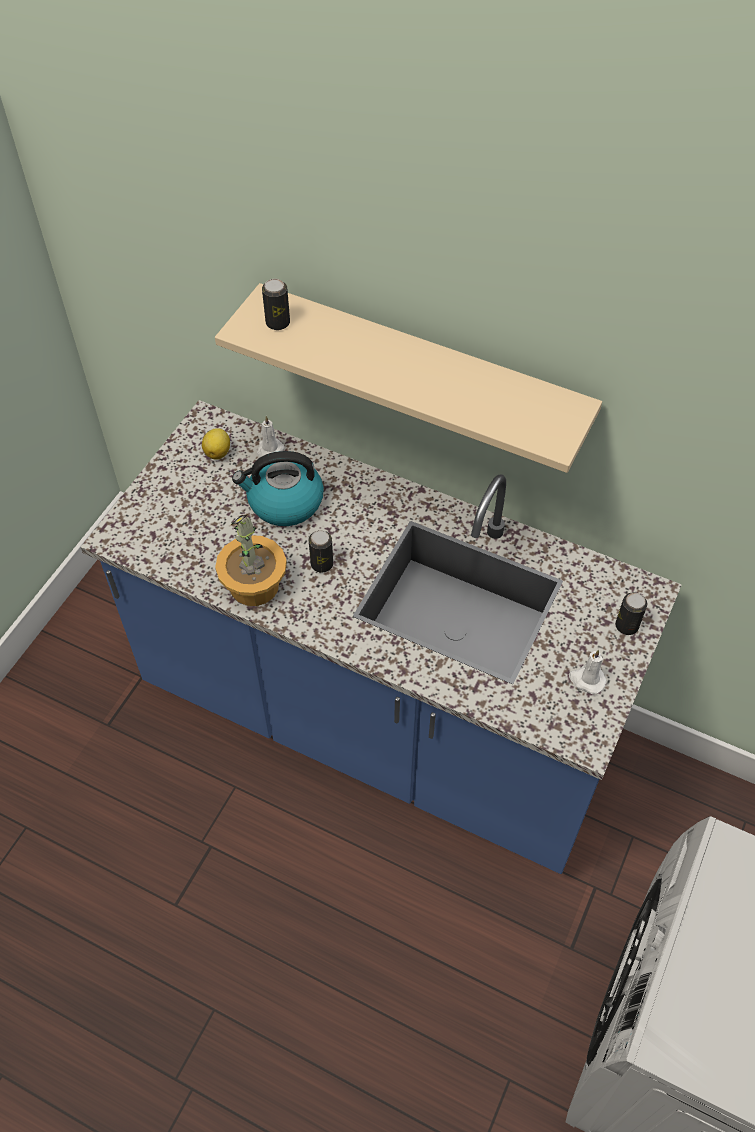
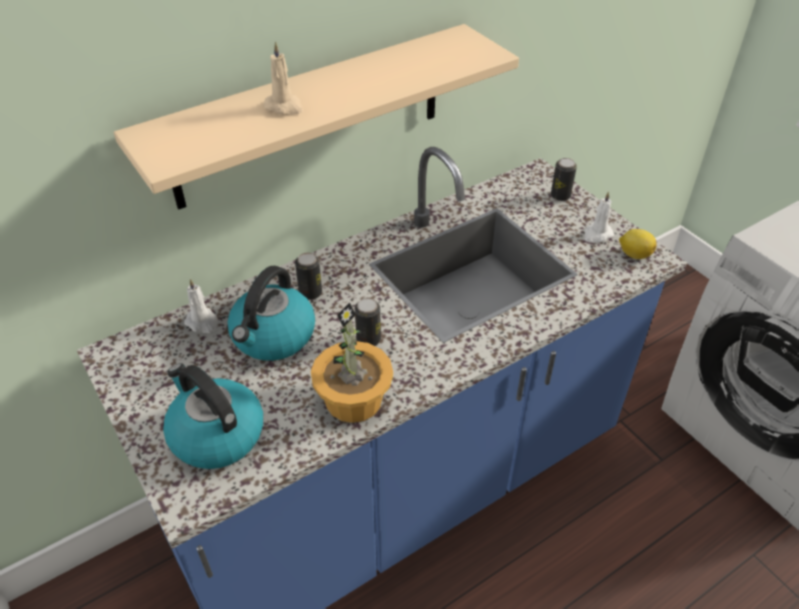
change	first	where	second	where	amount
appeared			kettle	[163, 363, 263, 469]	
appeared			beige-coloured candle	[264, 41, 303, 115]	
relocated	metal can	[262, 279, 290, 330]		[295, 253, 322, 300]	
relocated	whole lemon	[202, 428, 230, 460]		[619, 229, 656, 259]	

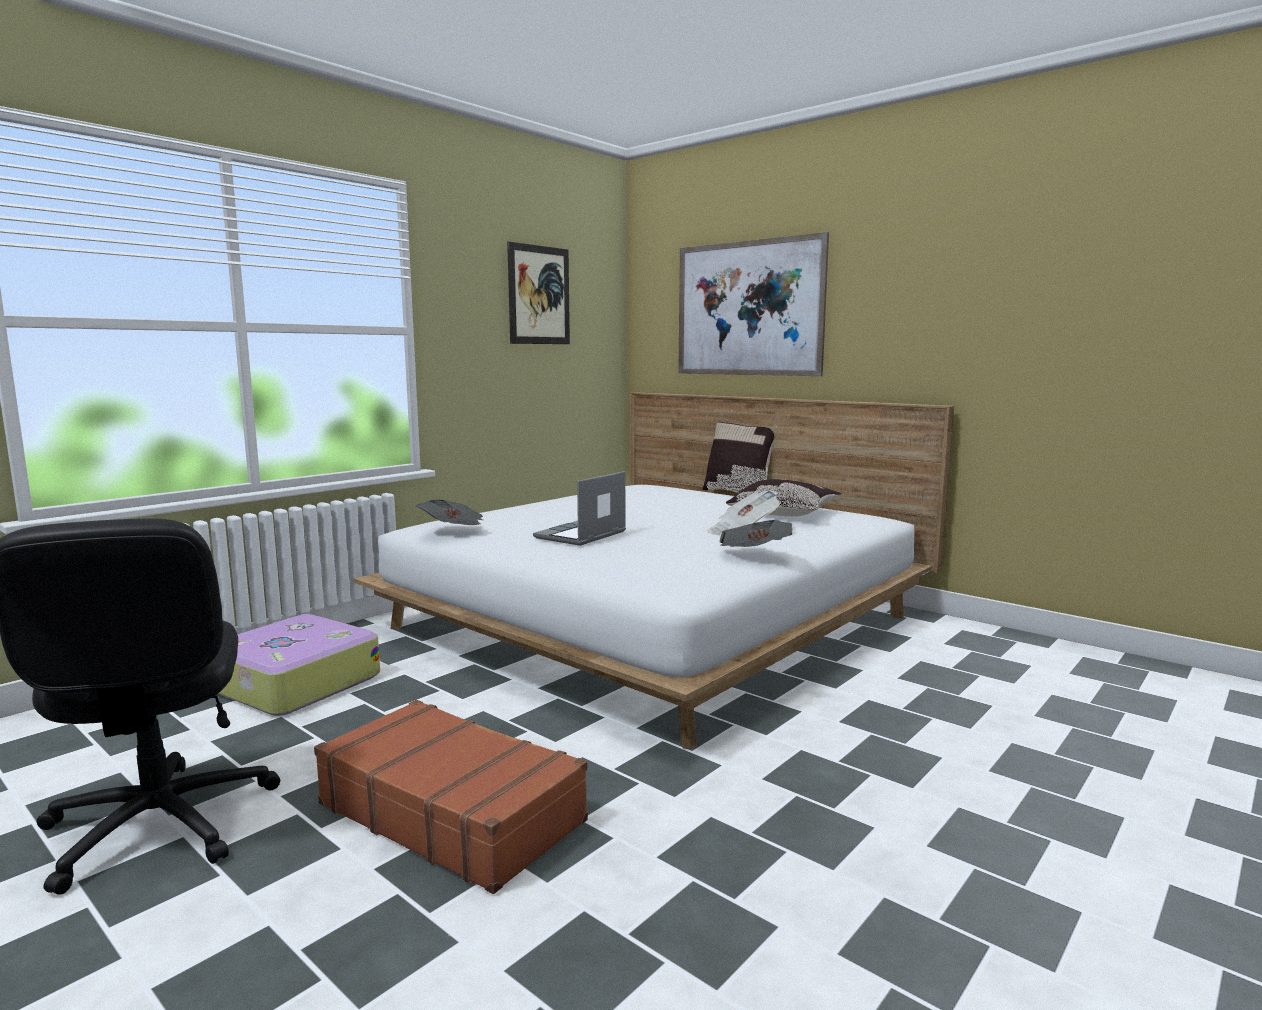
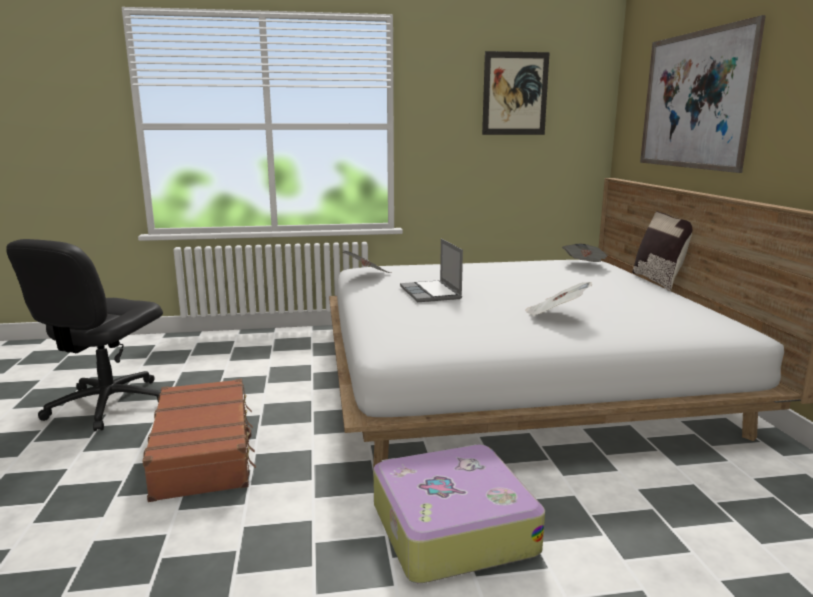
change	first	where	second	where	amount
relocated	suitcase	[218, 614, 380, 716]		[373, 444, 545, 583]	
spun	laptop	[533, 471, 626, 546]		[400, 239, 463, 302]	90 degrees counterclockwise
relocated	newspaper	[720, 520, 793, 547]		[562, 244, 608, 262]	
missing	throw pillow	[726, 479, 841, 516]			

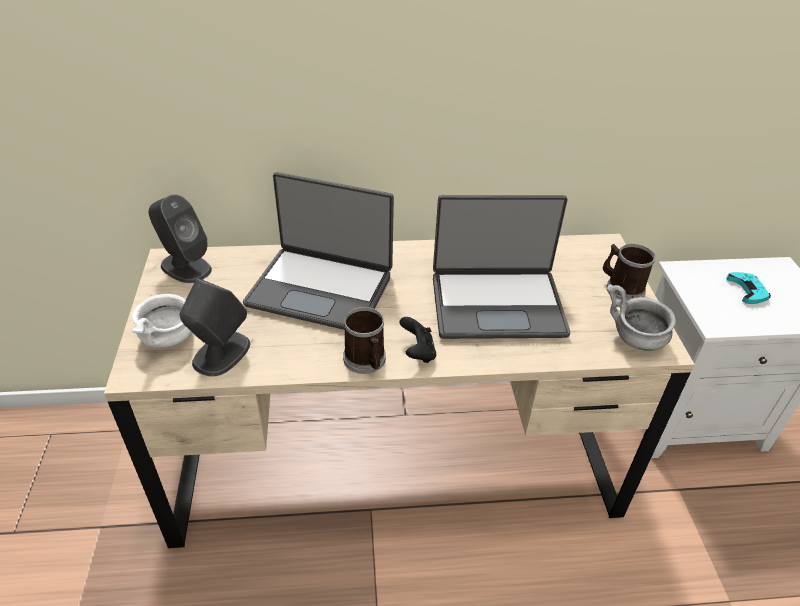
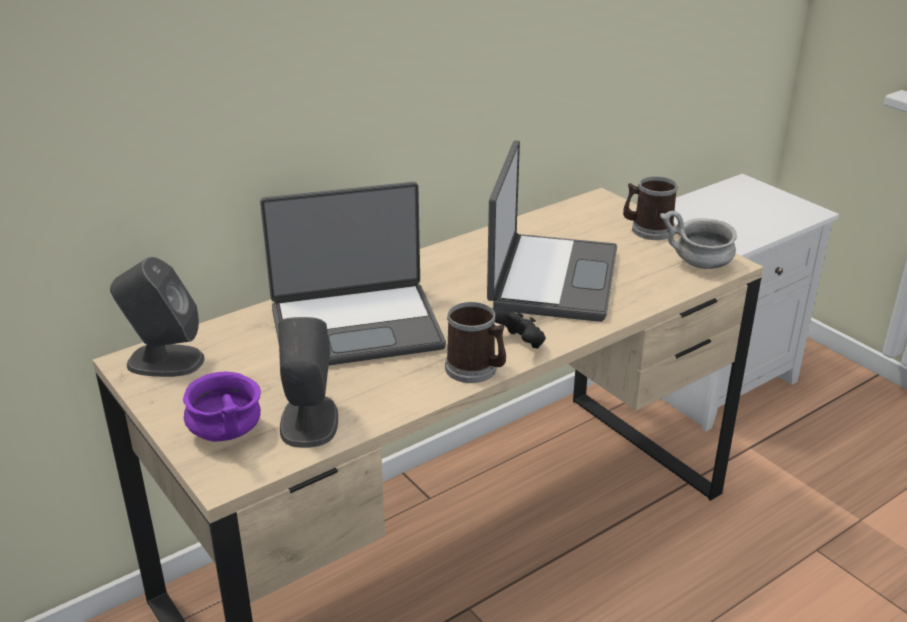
change	first	where	second	where	amount
colour	whitish bowl	[132, 294, 191, 347]	purple-coloured bowl	[183, 372, 261, 442]	
spun	laptop	[433, 195, 570, 339]		[487, 140, 617, 322]	45 degrees counterclockwise
missing	turquoise-coloured game controller	[726, 272, 771, 304]			

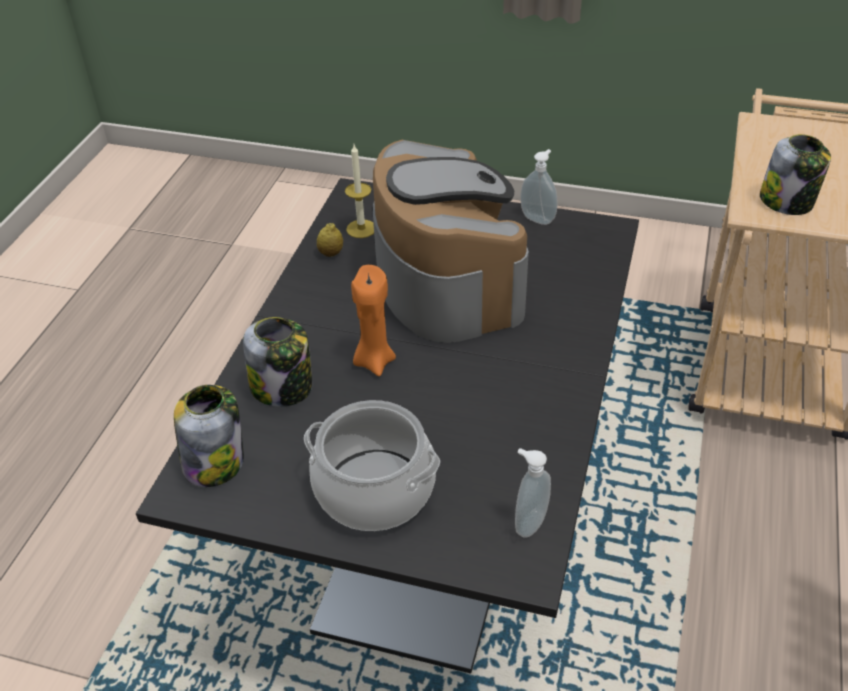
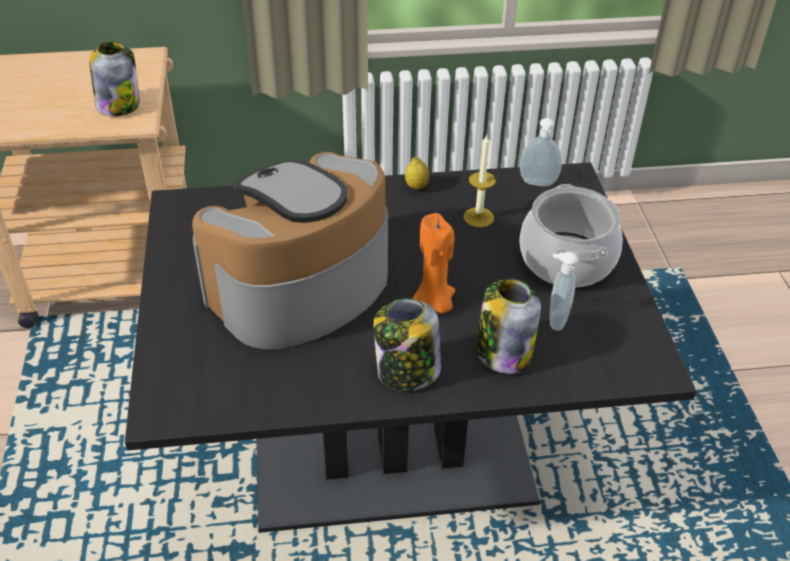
change	first	where	second	where	amount
relocated	storage jar	[174, 385, 244, 487]		[373, 298, 441, 391]	
relocated	whole lemon	[317, 223, 343, 257]		[405, 157, 430, 190]	
relocated	candle	[345, 145, 374, 238]		[464, 134, 496, 227]	
relocated	soap dispenser	[520, 149, 558, 225]		[549, 252, 578, 331]	

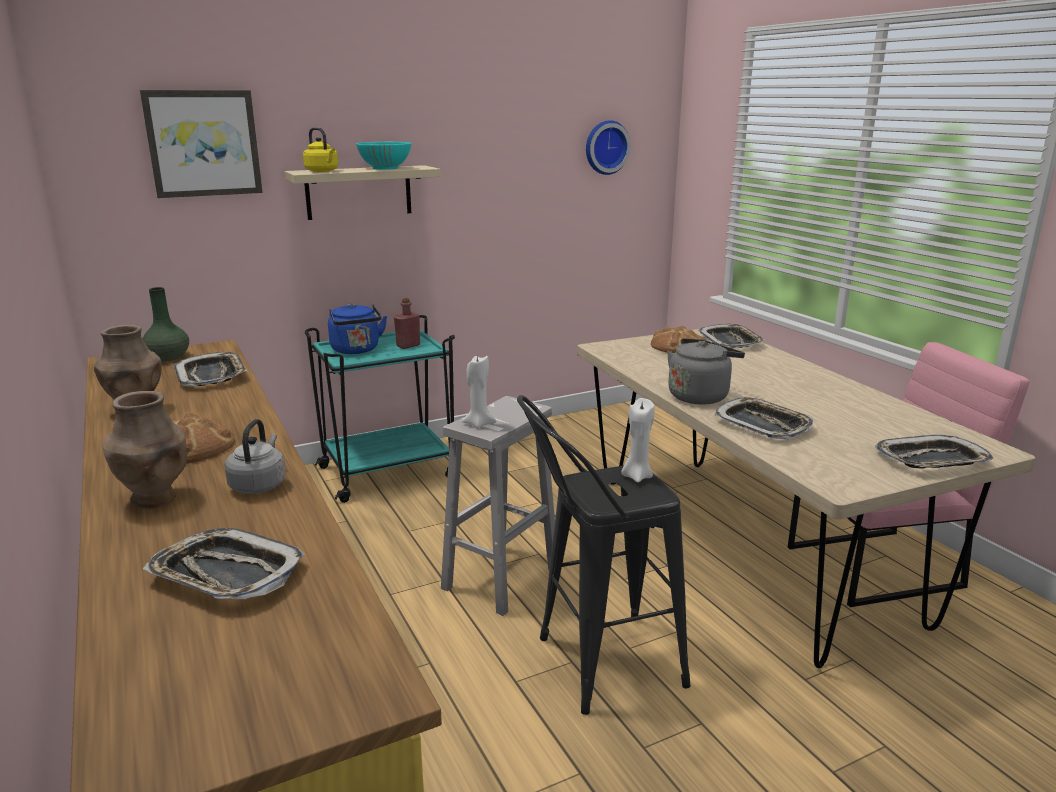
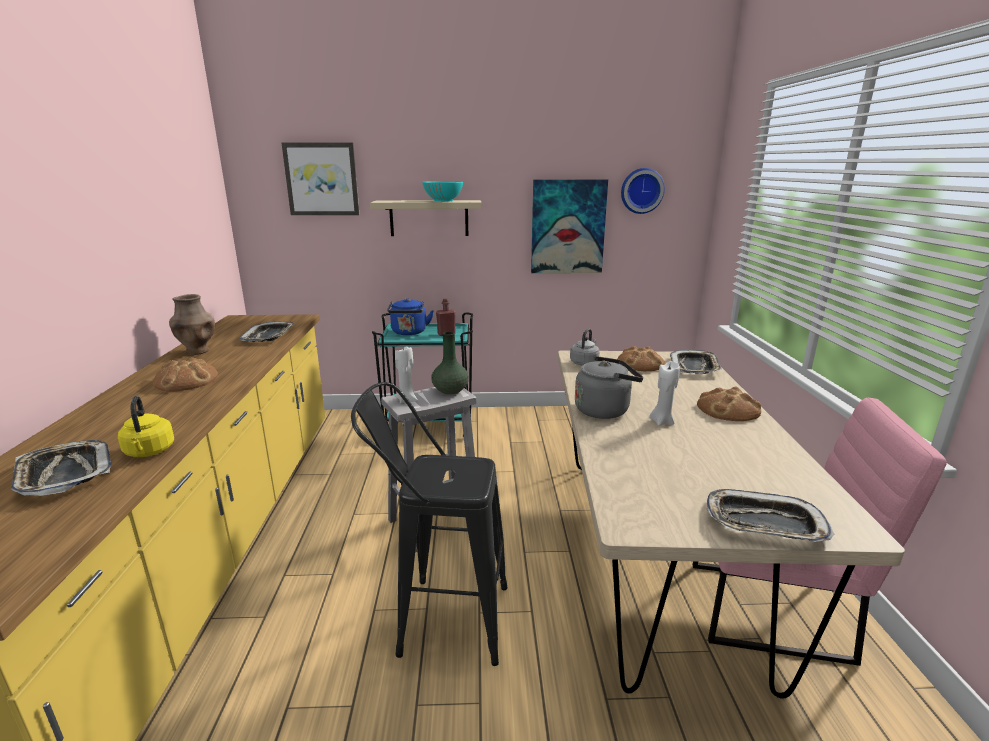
change	first	where	second	where	amount
relocated	yellow kettle	[303, 127, 338, 172]		[118, 396, 174, 457]	
relocated	green decorative vase	[142, 287, 189, 361]		[431, 332, 469, 395]	
appeared			picture	[531, 179, 608, 273]	
relocated	grey kettle	[225, 419, 286, 494]		[570, 329, 599, 365]	
relocated	whitish candle	[621, 398, 655, 483]		[649, 361, 680, 426]	
appeared			bakery bread	[697, 387, 761, 421]	
missing	brownish decorative vase	[103, 391, 187, 509]			
missing	serving tray	[714, 397, 813, 439]			

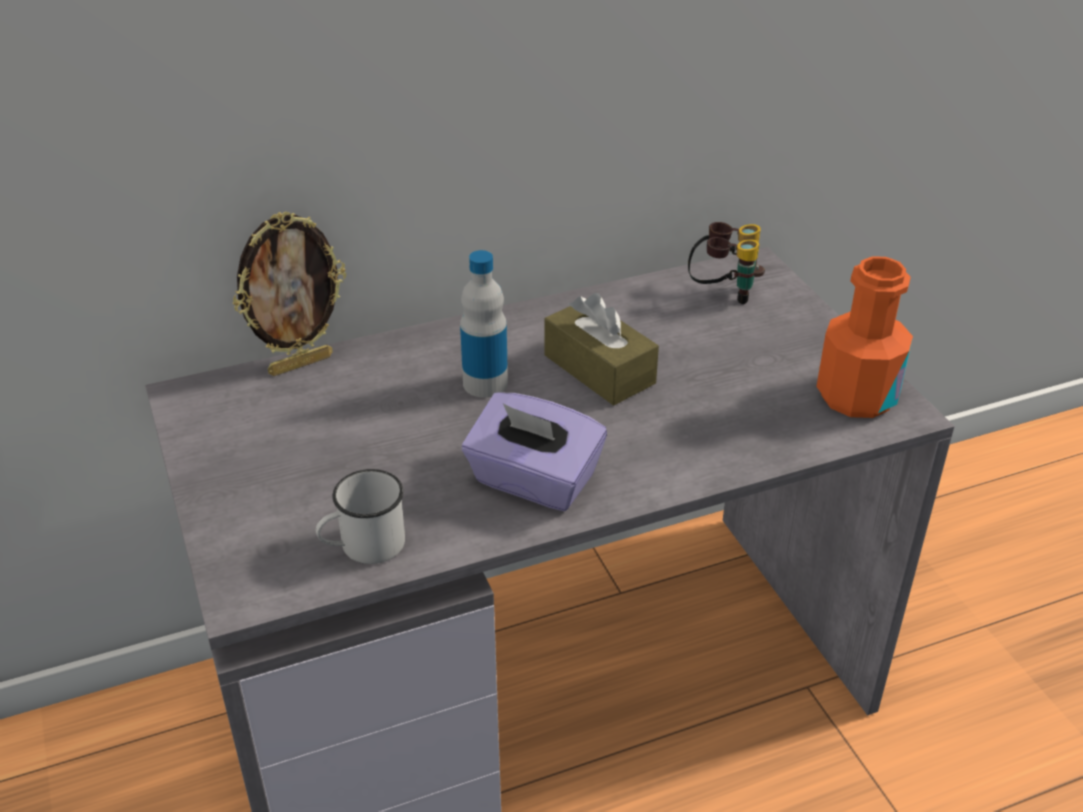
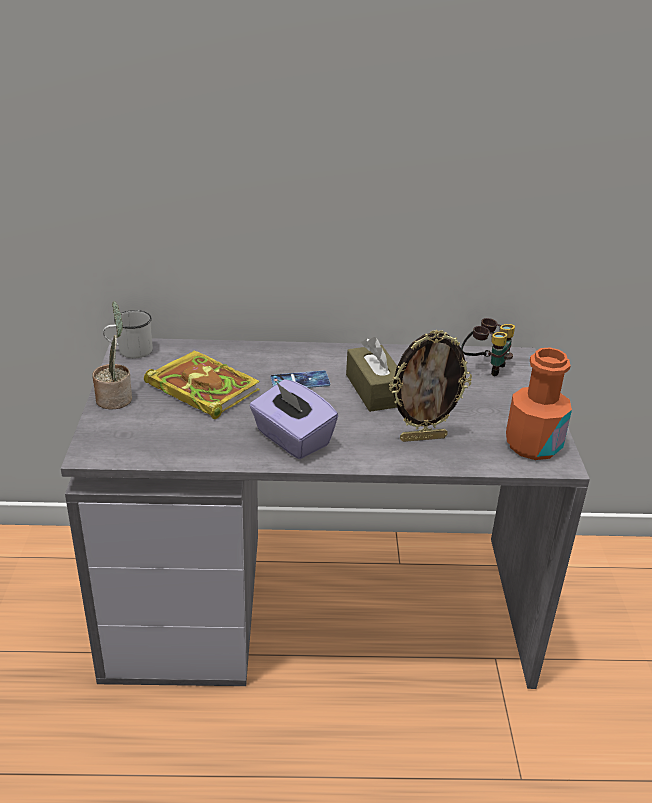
change	first	where	second	where	amount
appeared			plant in a pot	[92, 301, 132, 409]	
relocated	whitish mug	[316, 469, 405, 564]		[103, 310, 153, 358]	
appeared			bound book	[144, 350, 260, 419]	
exchanged	beverage bottle	[460, 250, 508, 398]	phone	[271, 370, 330, 388]	
relocated	standing frame	[233, 212, 346, 376]		[389, 329, 472, 442]	

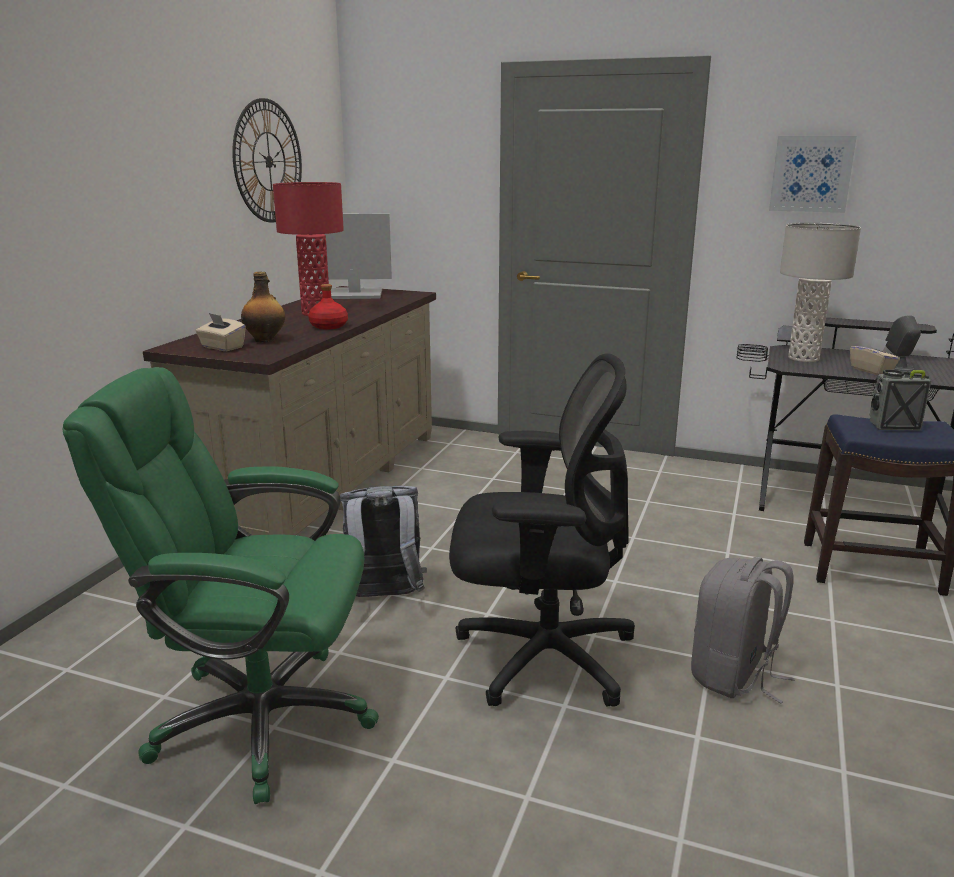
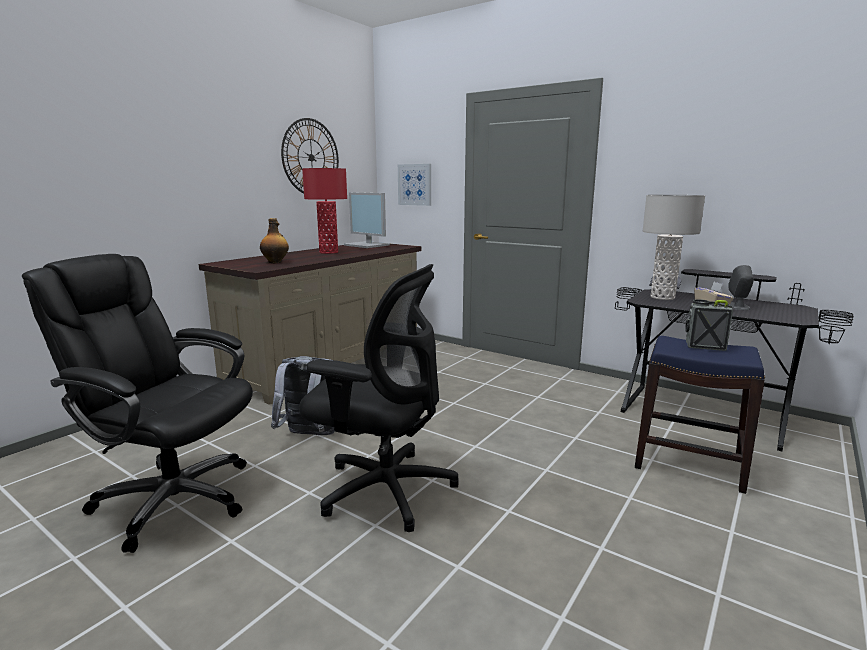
change	first	where	second	where	amount
colour	green desk chair	[63, 367, 379, 804]	blackish desk chair	[22, 254, 253, 553]	
spun	monitor	[313, 213, 392, 299]		[344, 193, 390, 248]	150 degrees counterclockwise
relocated	picture	[769, 136, 857, 213]		[398, 164, 431, 206]	
missing	beige-coloured tissue holder	[196, 313, 246, 351]			
missing	red beverage bottle	[308, 284, 348, 330]			
missing	grey rucksack	[691, 557, 795, 704]			

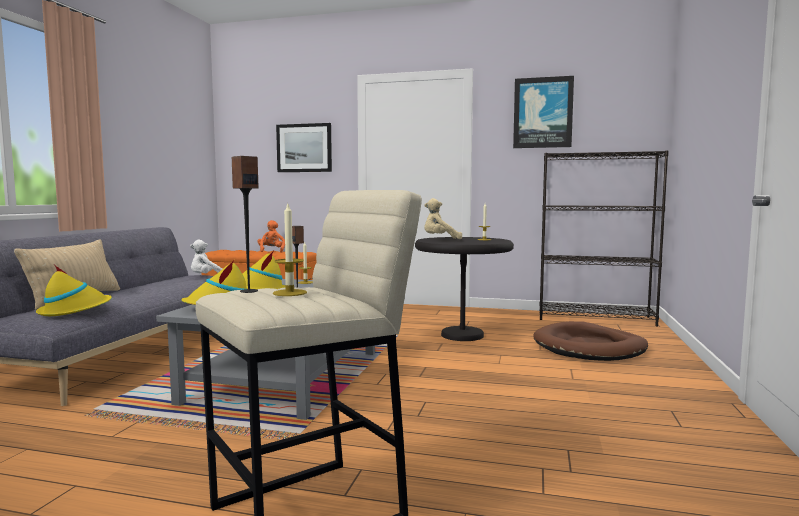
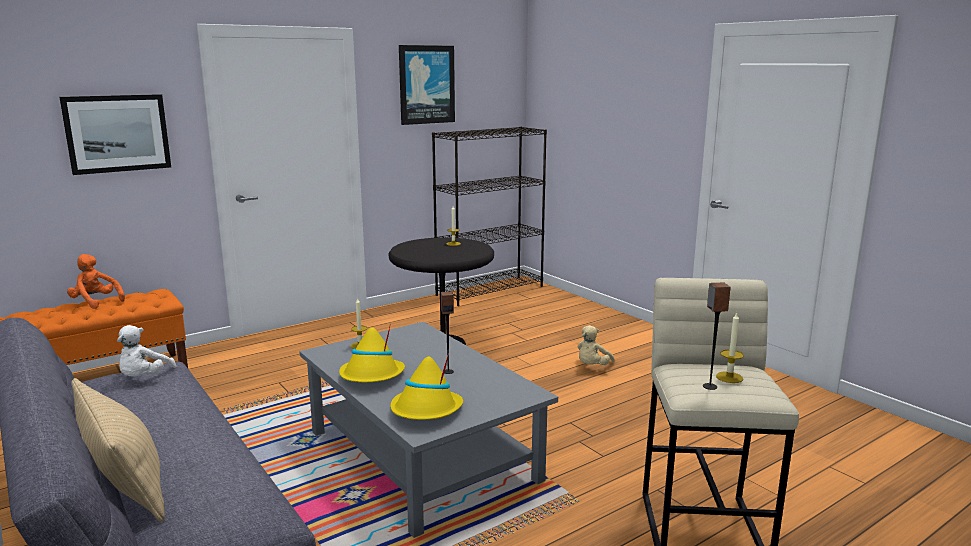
change	first	where	second	where	amount
relocated	beige-coloured soft toy	[424, 198, 462, 239]		[577, 325, 615, 365]	
missing	yellow wearable hat	[36, 265, 112, 316]			
missing	brownish pet bed	[533, 321, 648, 361]			

